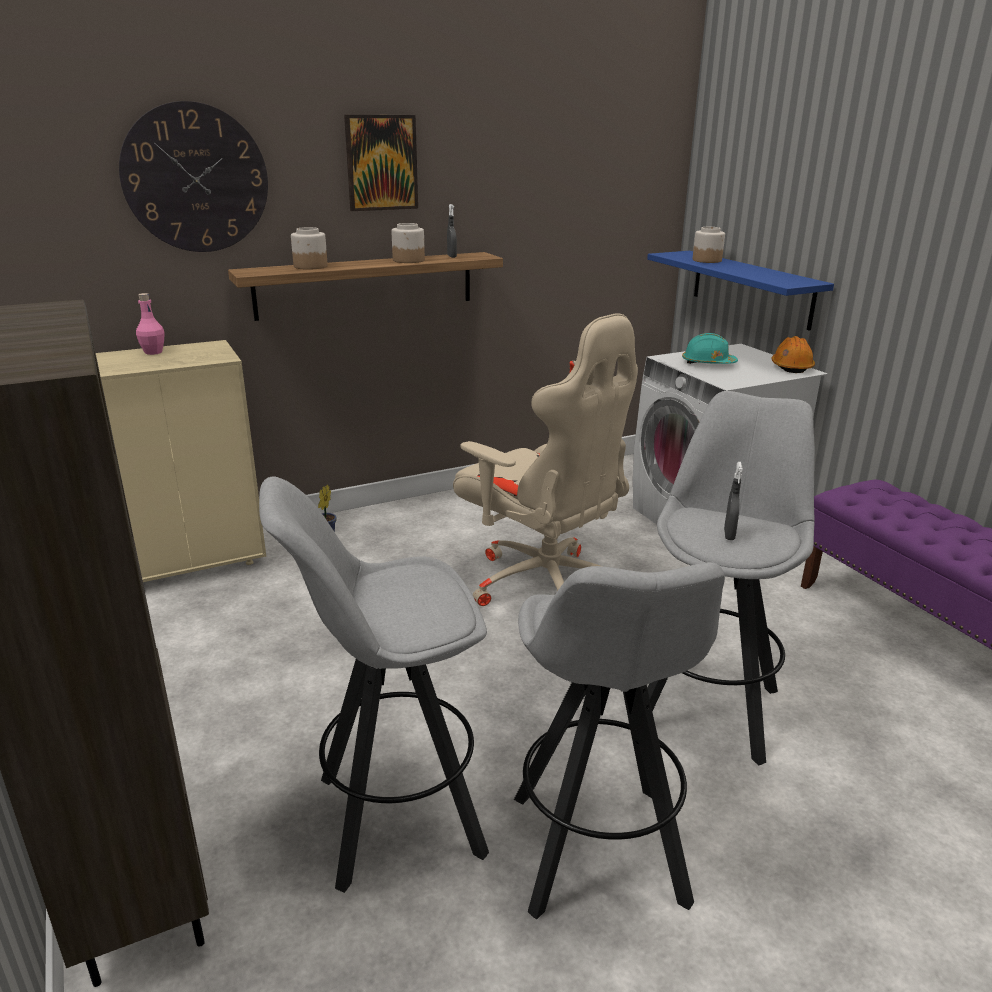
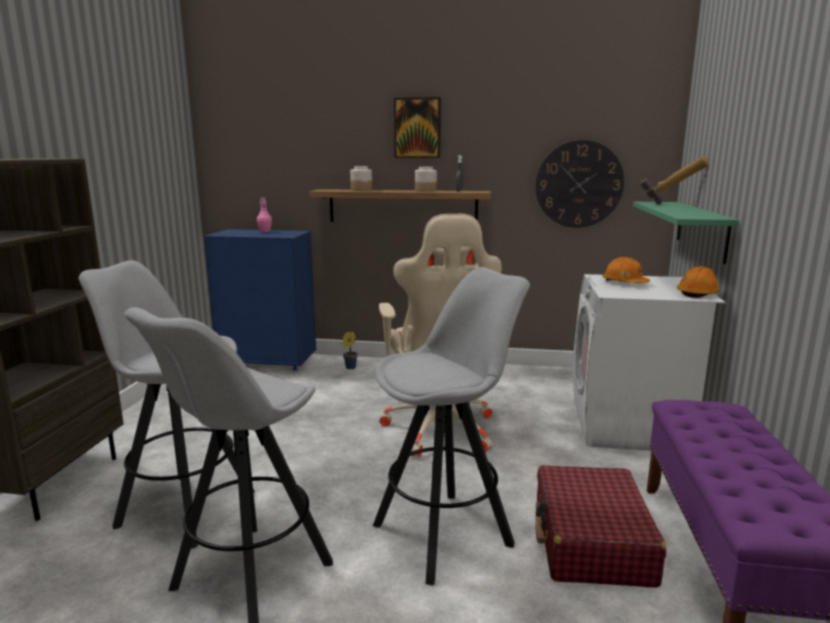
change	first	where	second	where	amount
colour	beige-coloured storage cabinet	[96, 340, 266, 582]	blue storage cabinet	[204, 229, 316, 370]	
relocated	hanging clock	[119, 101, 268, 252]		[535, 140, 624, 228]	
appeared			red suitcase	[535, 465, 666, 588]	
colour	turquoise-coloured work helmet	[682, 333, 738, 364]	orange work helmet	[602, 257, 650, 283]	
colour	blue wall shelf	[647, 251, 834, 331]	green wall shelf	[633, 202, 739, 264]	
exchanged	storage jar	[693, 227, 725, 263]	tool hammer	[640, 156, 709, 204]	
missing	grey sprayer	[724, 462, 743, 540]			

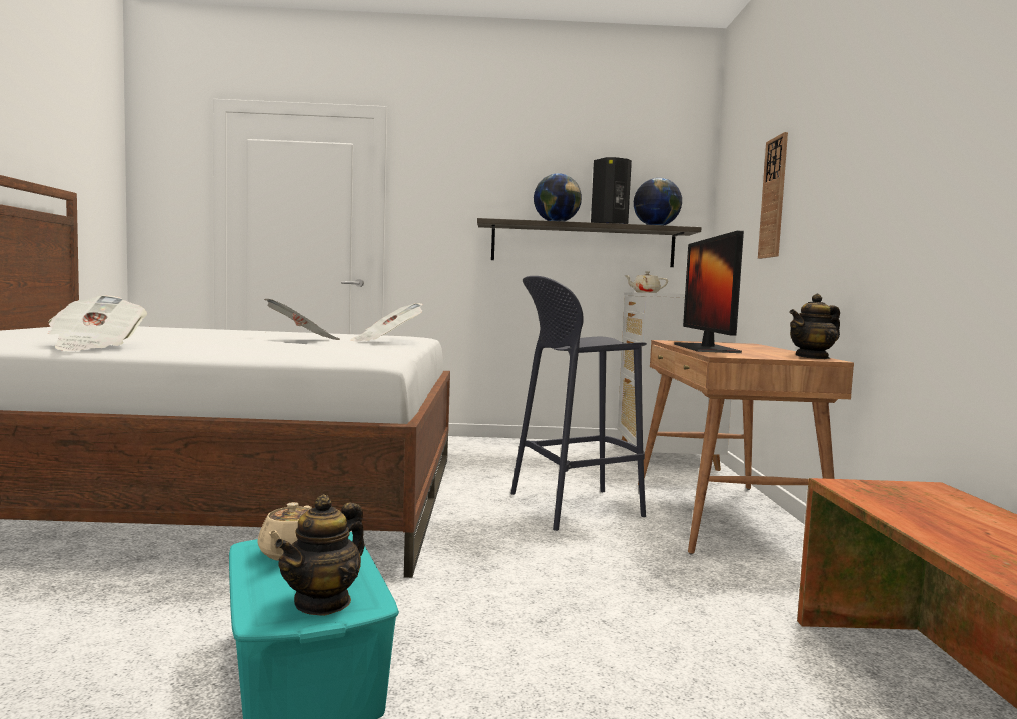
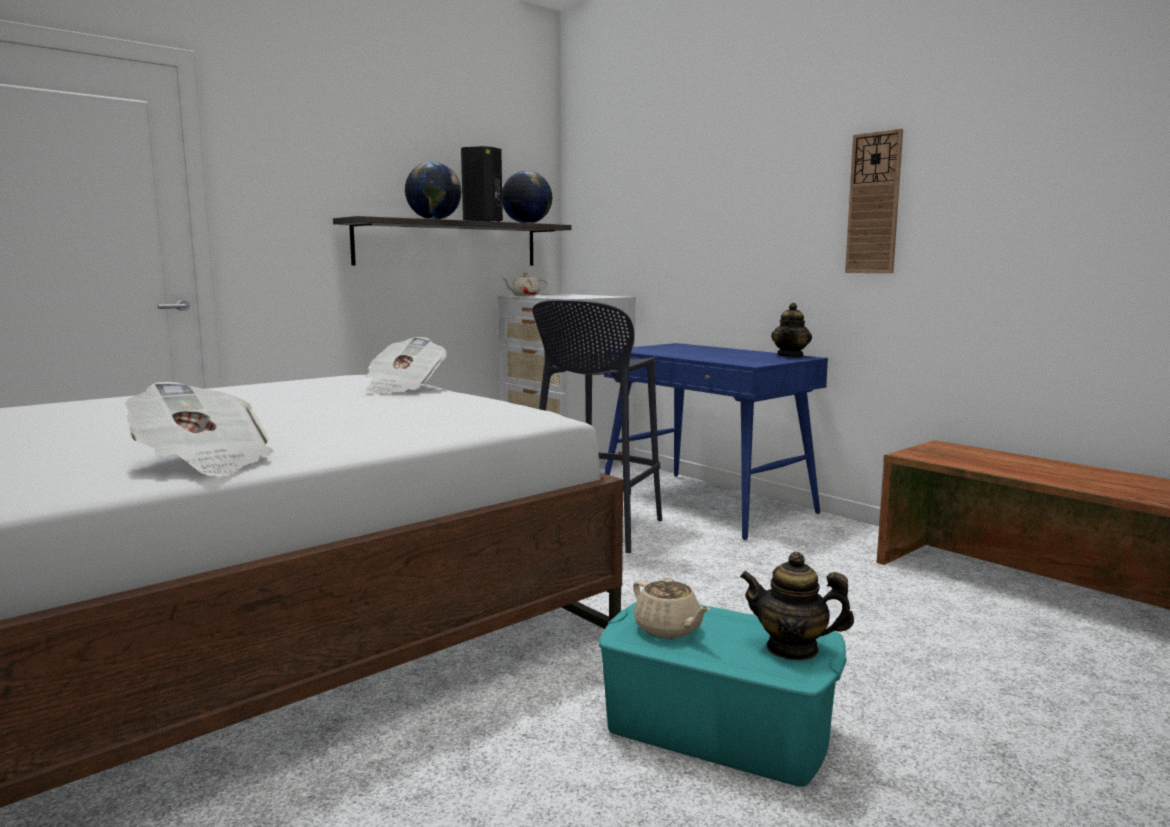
change	first	where	second	where	amount
colour	brownish desk	[638, 340, 854, 555]	blue desk	[604, 343, 828, 540]	
spun	tea pot	[275, 494, 365, 616]		[740, 552, 854, 661]	120 degrees clockwise
relocated	hanging clock	[758, 132, 788, 259]		[845, 129, 903, 273]	
missing	newspaper	[264, 299, 340, 340]			
missing	monitor	[674, 231, 744, 353]			

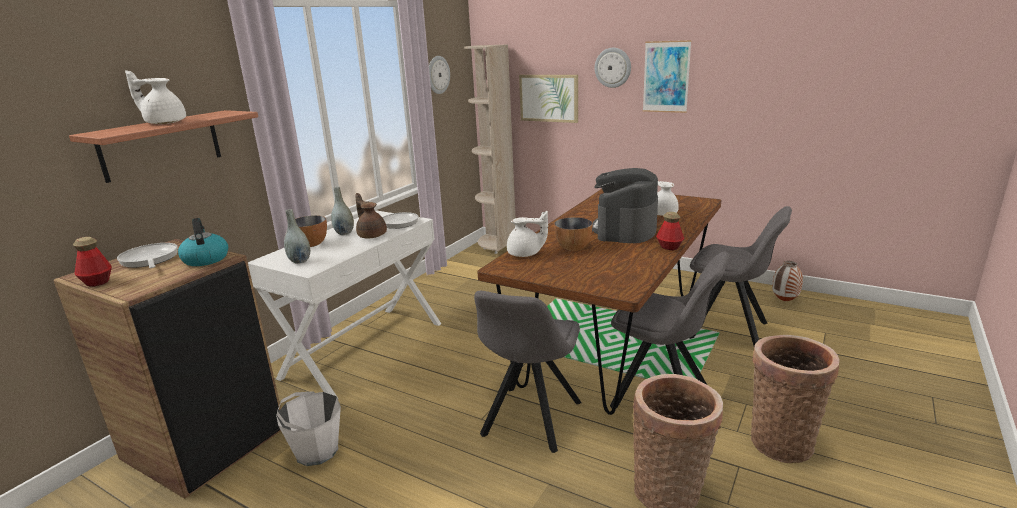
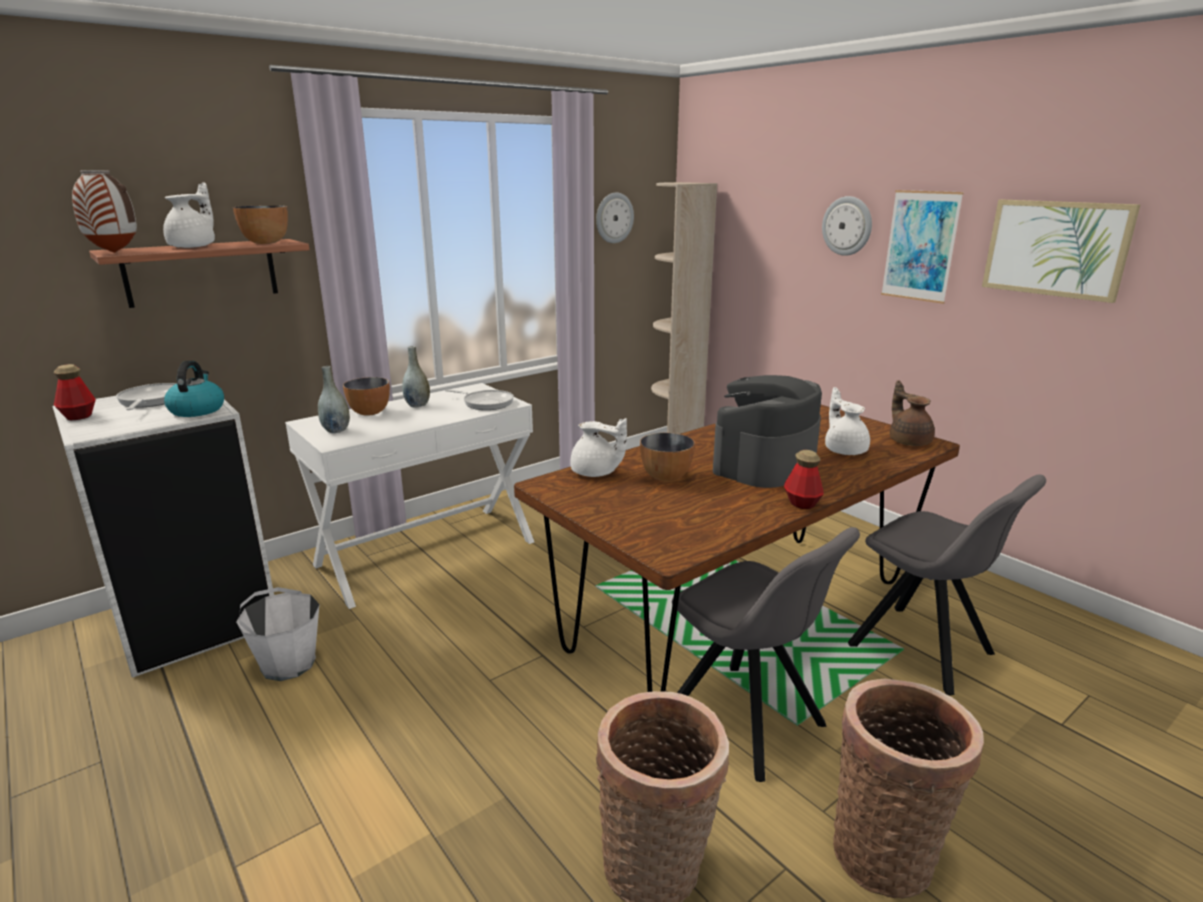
change	first	where	second	where	amount
colour	brownish storage cabinet	[53, 239, 281, 499]	whitish storage cabinet	[53, 396, 274, 677]	
relocated	decorative vase	[772, 261, 803, 301]		[72, 170, 137, 253]	
spun	whitish tea pot	[125, 70, 186, 124]		[163, 182, 215, 248]	75 degrees clockwise
appeared			bowl	[233, 205, 288, 244]	
relocated	brownish tea pot	[355, 193, 387, 238]		[890, 380, 935, 446]	
relocated	picture	[519, 75, 578, 123]		[982, 199, 1141, 303]	
missing	grey plain chair	[474, 291, 582, 453]			

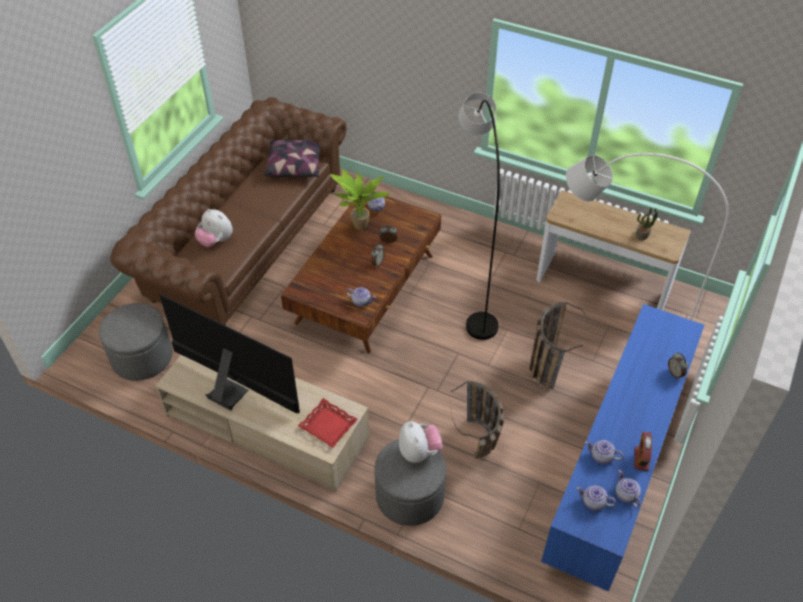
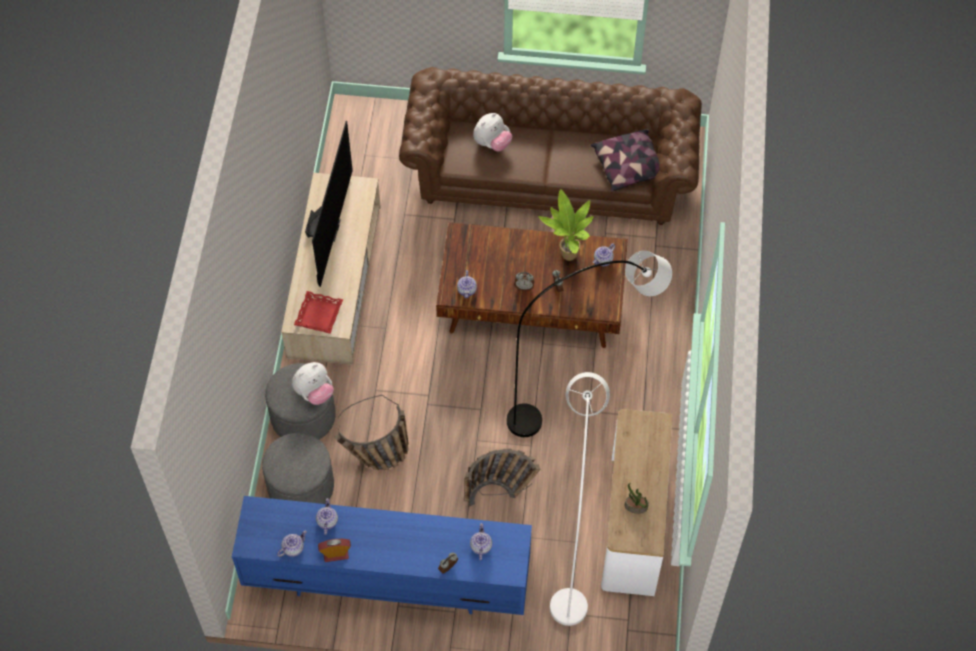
change	first	where	second	where	amount
relocated	grey pouffe	[99, 303, 172, 381]		[262, 433, 334, 504]	
relocated	tea pot	[577, 486, 616, 511]		[470, 523, 492, 560]	
spun	soft toy	[195, 209, 233, 247]		[473, 113, 512, 151]	150 degrees counterclockwise

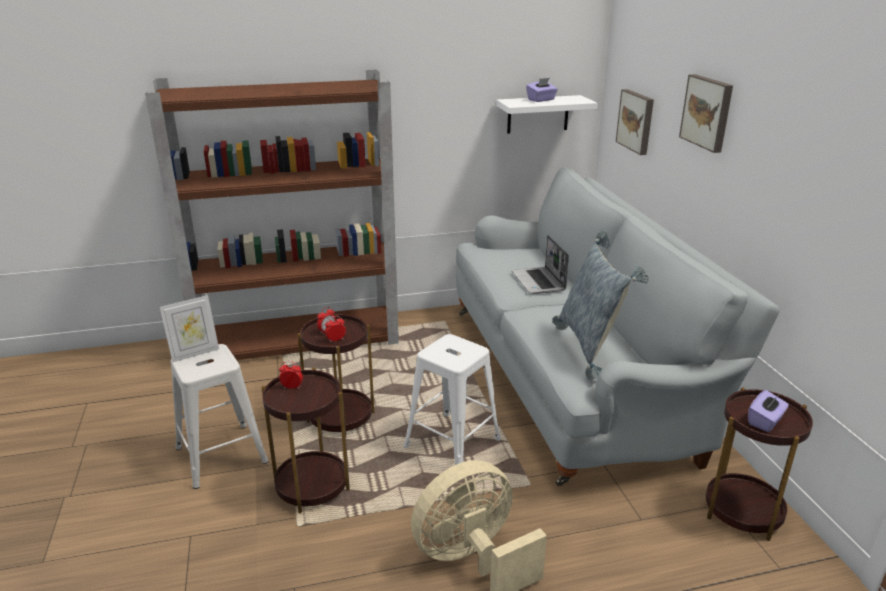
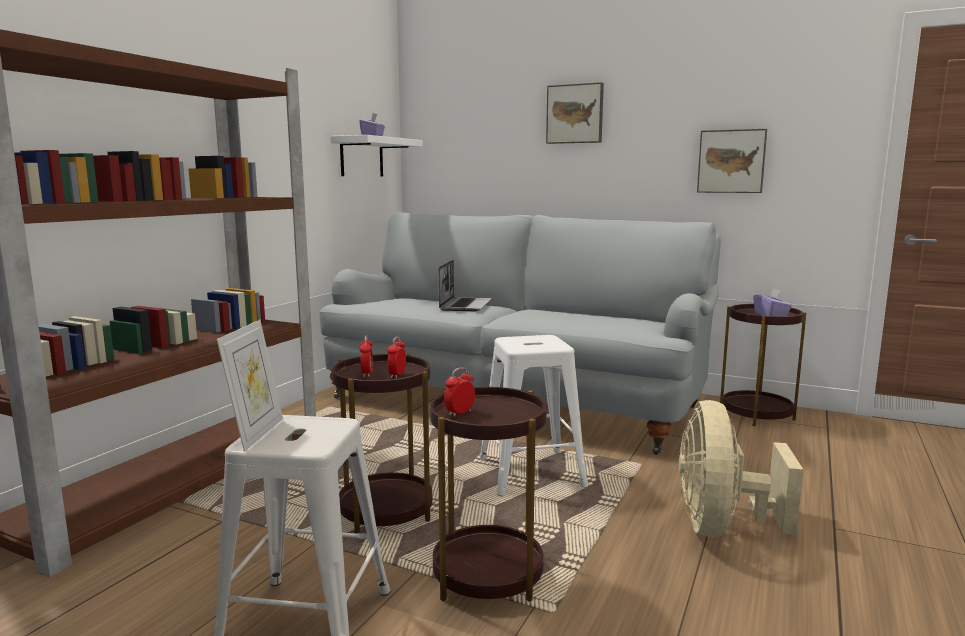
change	first	where	second	where	amount
spun	laptop	[512, 235, 569, 294]		[439, 260, 492, 311]	105 degrees counterclockwise
relocated	picture	[616, 89, 654, 155]		[697, 129, 767, 193]	
missing	throw pillow	[552, 230, 649, 380]			

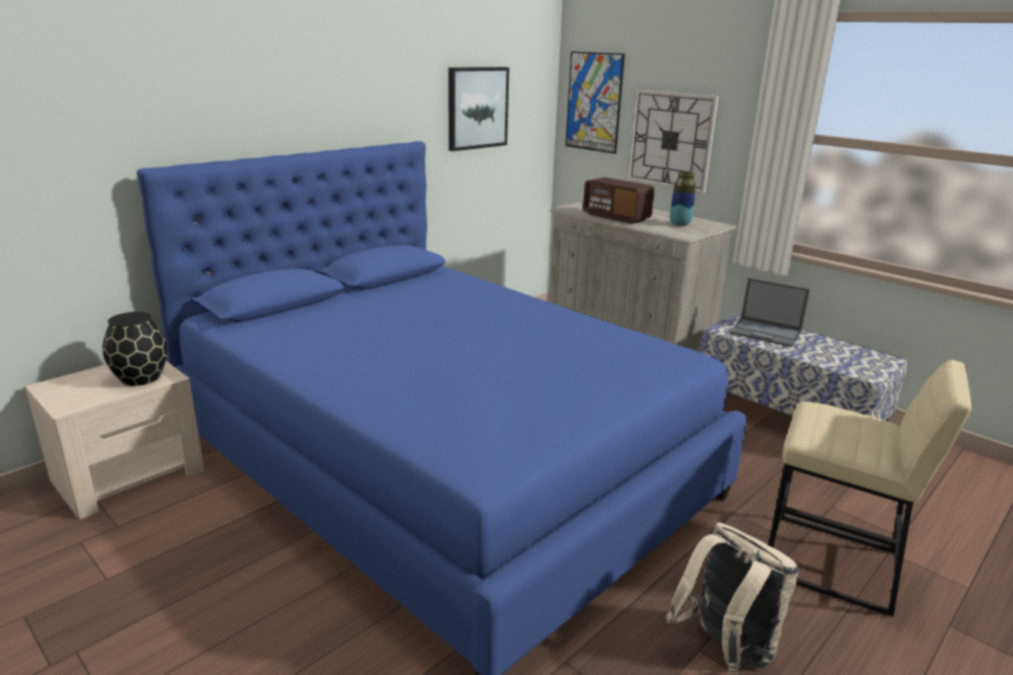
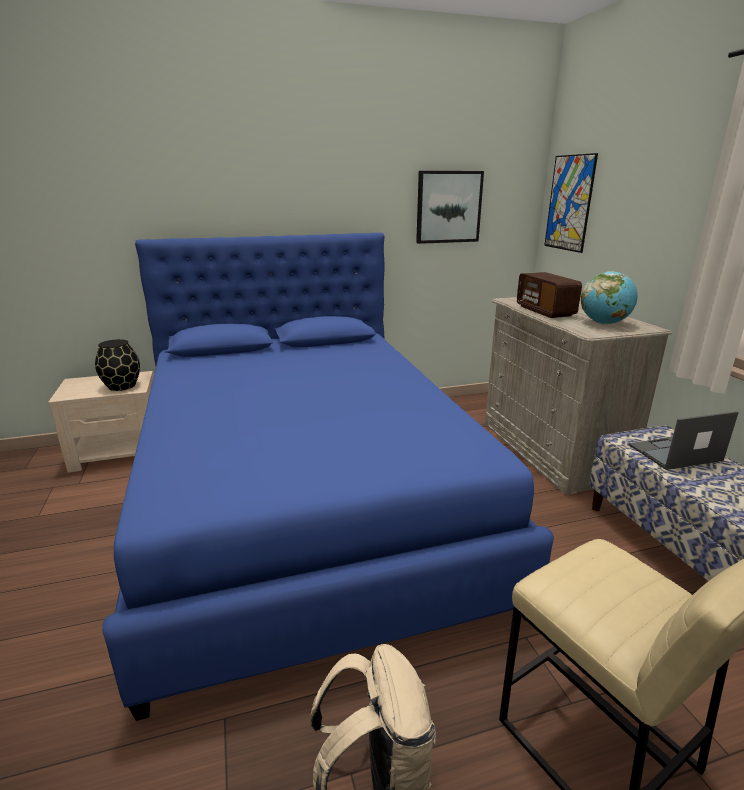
change	first	where	second	where	amount
exchanged	decorative vase	[670, 172, 696, 226]	globe	[581, 271, 638, 324]	
spun	laptop	[730, 278, 810, 347]		[629, 411, 739, 470]	105 degrees clockwise
missing	hanging clock	[627, 89, 719, 194]			

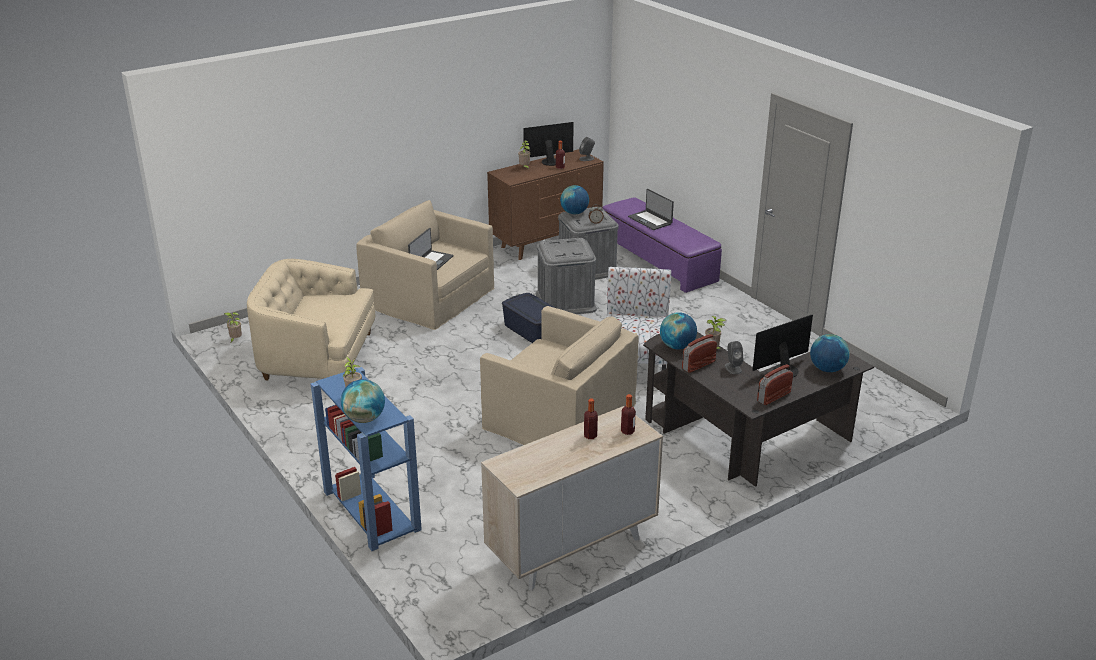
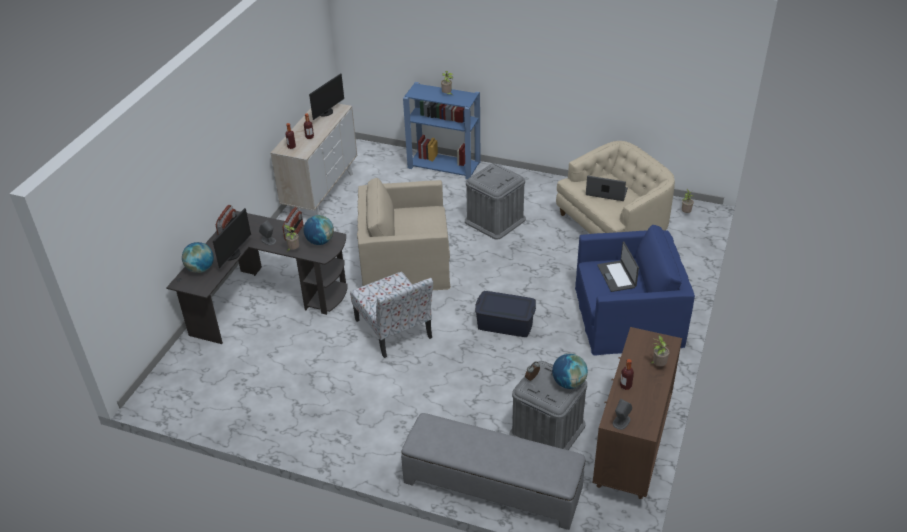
change	first	where	second	where	amount
relocated	monitor	[523, 122, 574, 166]		[309, 73, 344, 120]	
colour	purple-coloured indoor bench	[602, 197, 722, 293]	grey indoor bench	[401, 413, 585, 530]	
relocated	grey storage box	[536, 238, 597, 314]		[465, 163, 526, 240]	
colour	beige-coloured armchair	[356, 200, 494, 330]	blue armchair	[575, 225, 695, 356]	
relocated	laptop	[628, 189, 674, 230]		[586, 176, 628, 201]	
missing	globe	[341, 379, 385, 423]			

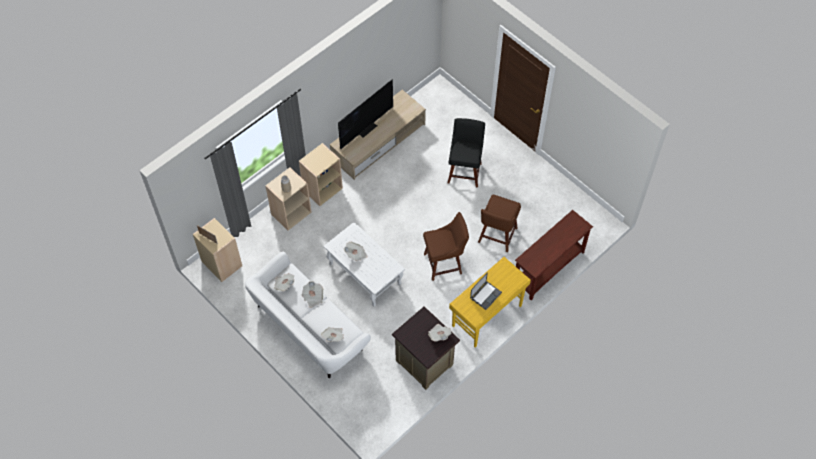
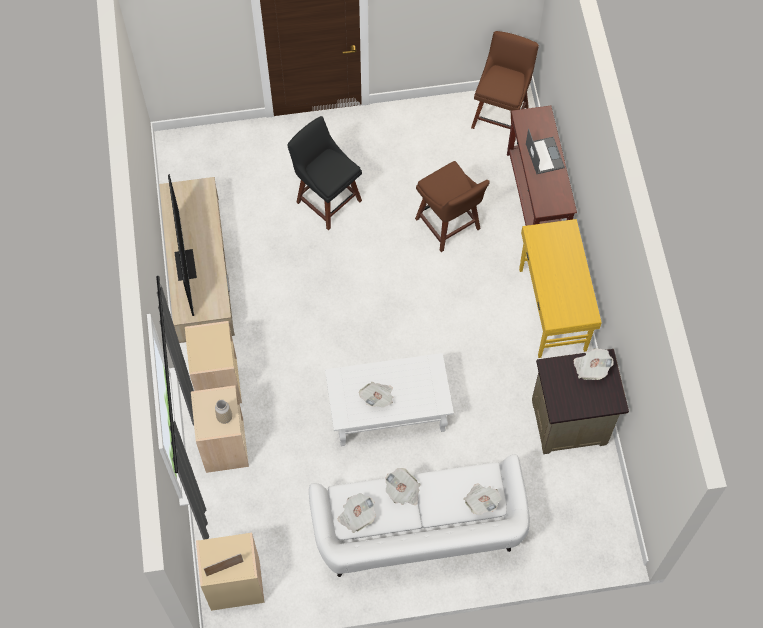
change	first	where	second	where	amount
relocated	brownish stool seat	[423, 212, 469, 281]		[471, 31, 539, 140]	
relocated	laptop	[470, 272, 502, 310]		[526, 129, 565, 174]	

